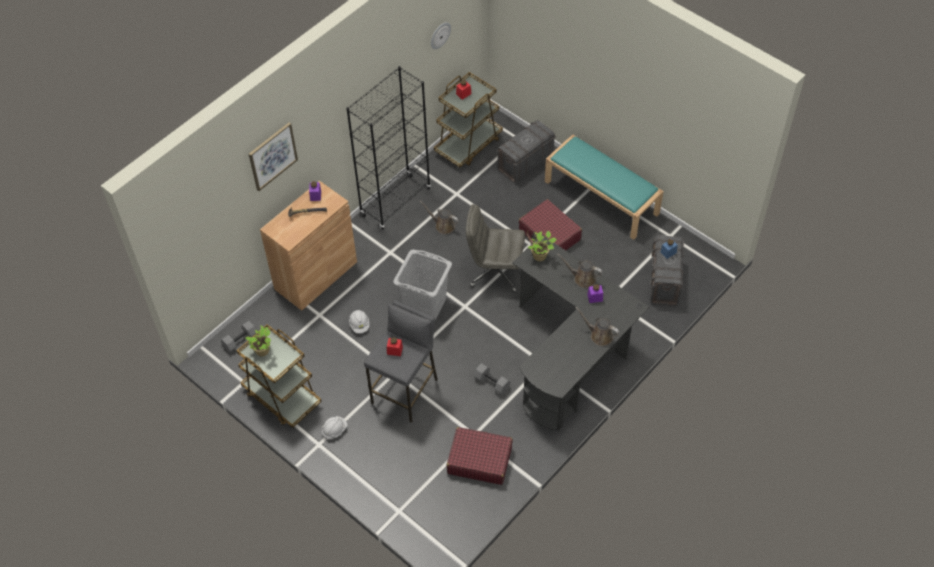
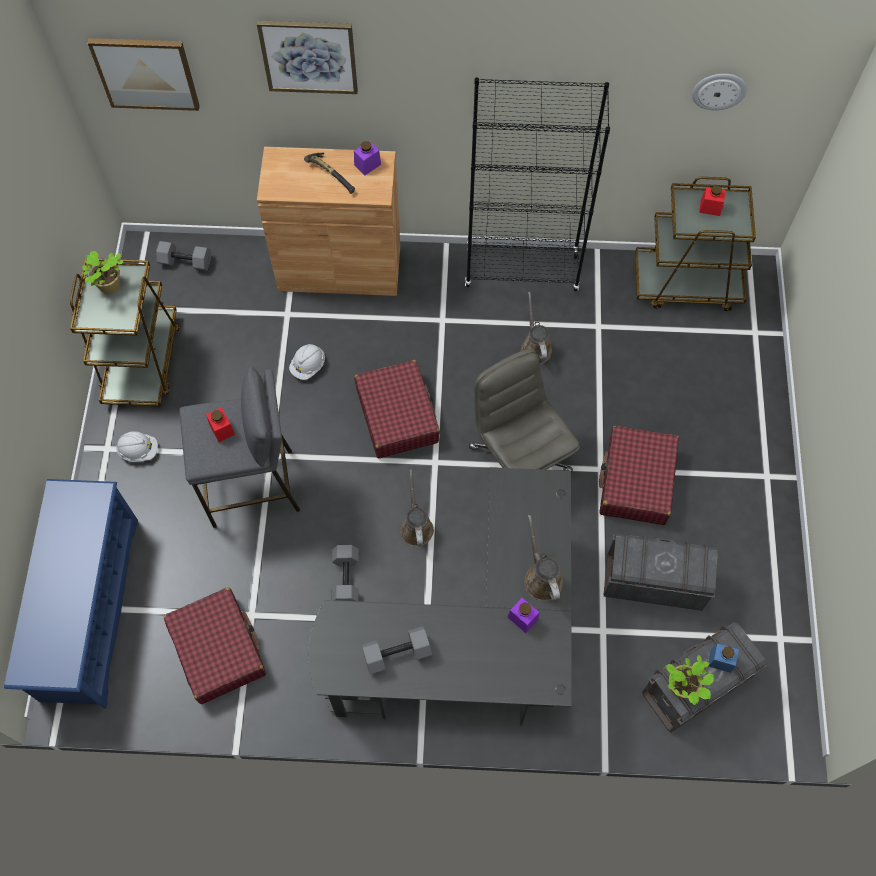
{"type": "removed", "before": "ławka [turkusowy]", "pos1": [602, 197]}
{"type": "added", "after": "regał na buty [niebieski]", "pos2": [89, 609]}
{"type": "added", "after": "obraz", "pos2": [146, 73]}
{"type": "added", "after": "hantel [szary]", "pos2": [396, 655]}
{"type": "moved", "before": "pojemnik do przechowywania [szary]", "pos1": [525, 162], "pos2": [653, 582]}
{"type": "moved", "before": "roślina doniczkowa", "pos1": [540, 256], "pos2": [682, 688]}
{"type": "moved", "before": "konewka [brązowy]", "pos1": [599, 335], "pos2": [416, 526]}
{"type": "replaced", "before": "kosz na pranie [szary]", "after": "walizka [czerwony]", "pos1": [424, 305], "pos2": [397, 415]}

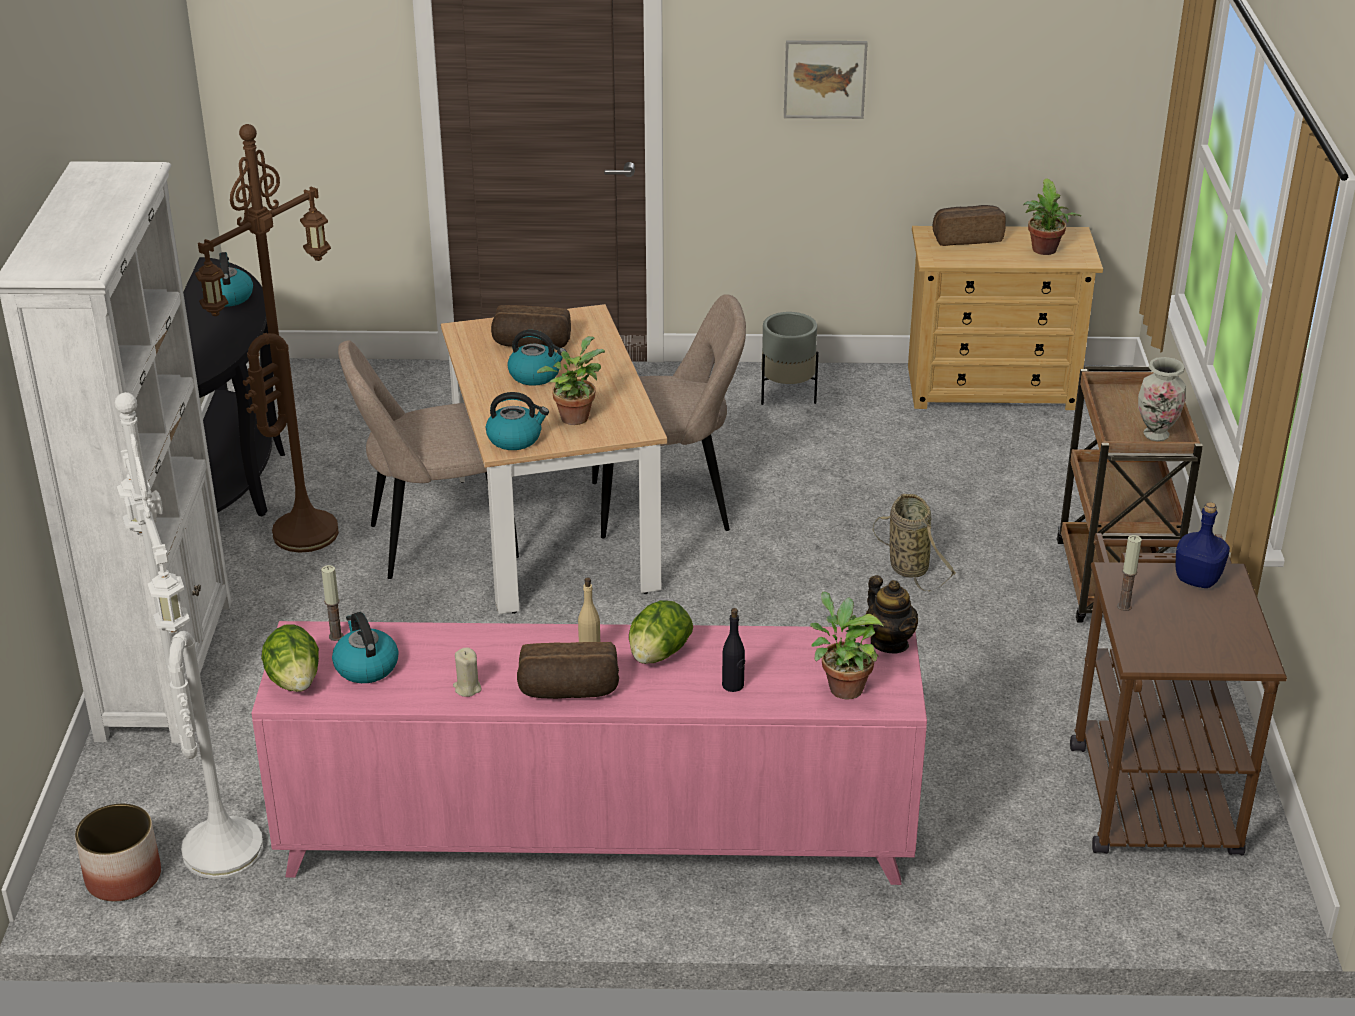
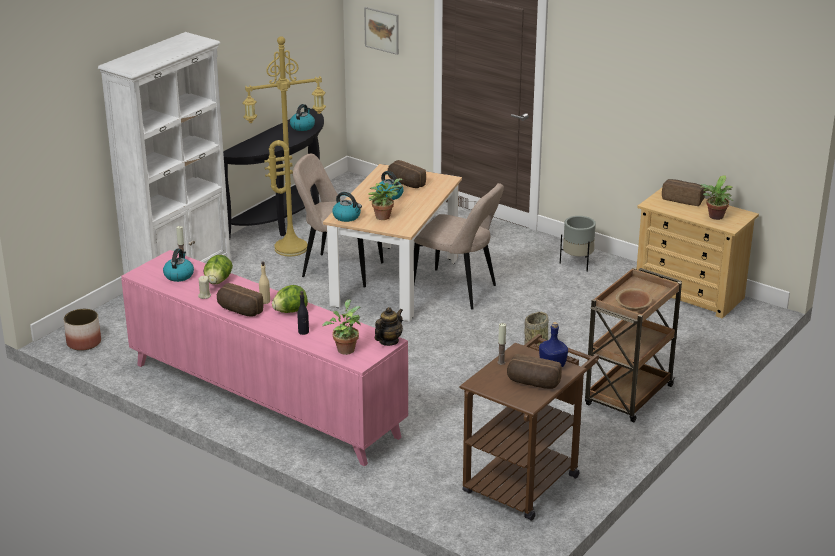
{"type": "removed", "before": "lampa stojąca [biały]", "pos1": [217, 849]}
{"type": "added", "after": "chleb", "pos2": [533, 383]}
{"type": "moved", "before": "sałata", "pos1": [294, 681], "pos2": [218, 281]}
{"type": "moved", "before": "obraz", "pos1": [825, 79], "pos2": [382, 30]}
{"type": "replaced", "before": "wazon", "after": "miska [brązowy]", "pos1": [1156, 435], "pos2": [633, 307]}
{"type": "recoloured", "before": "lampa stojąca [brązowy]", "after": "lampa stojąca [żółty]", "pos1": [304, 531], "pos2": [291, 247]}
{"type": "turned", "before": "imbryk", "pos1": [889, 642], "pos2": [388, 341], "turn": -150}

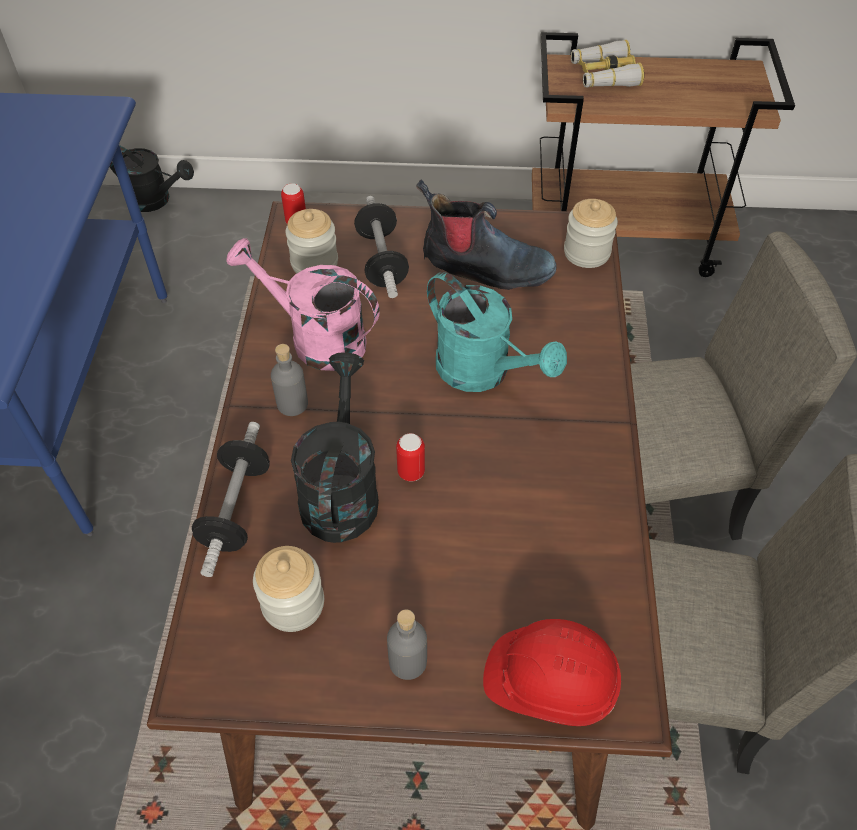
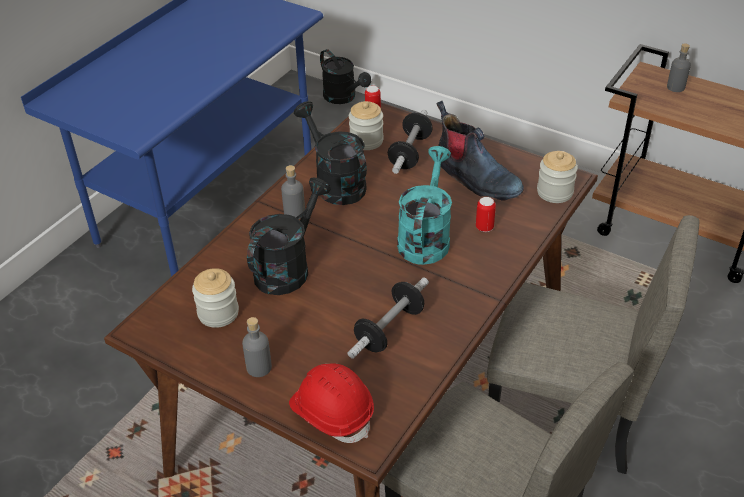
{"type": "moved", "before": "hantel", "pos1": [236, 509], "pos2": [389, 329]}
{"type": "moved", "before": "puszka", "pos1": [411, 472], "pos2": [484, 227]}
{"type": "replaced", "before": "lornetka", "after": "butelka [szary]", "pos1": [604, 75], "pos2": [675, 87]}
{"type": "recoloured", "before": "konewka [różowy]", "after": "konewka [czarny]", "pos1": [316, 339], "pos2": [335, 183]}
{"type": "turned", "before": "konewka [turkusowy]", "pos1": [483, 372], "pos2": [425, 237], "turn": -150}

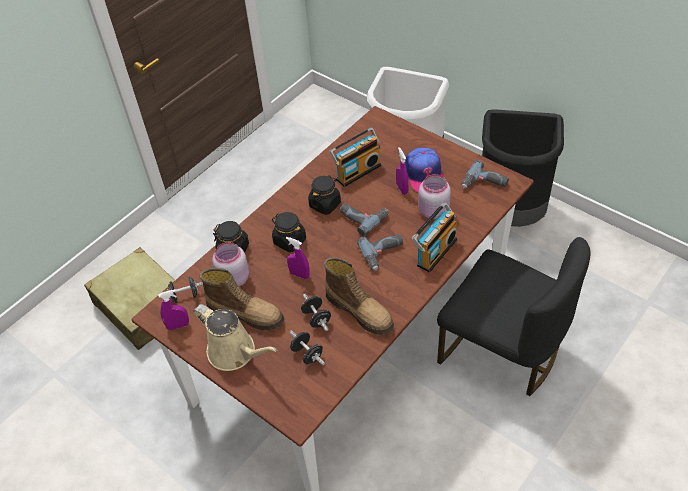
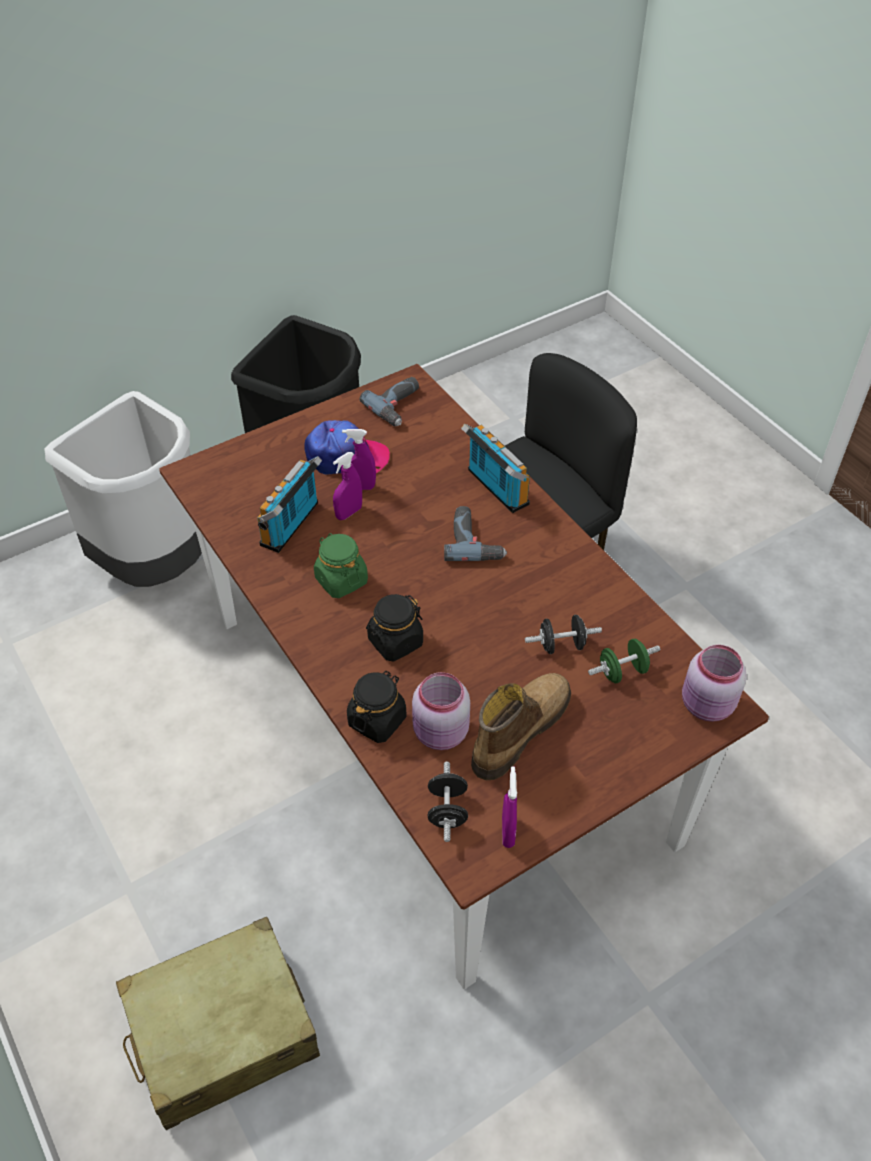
{"type": "removed", "before": "konewka [beżowy]", "pos1": [235, 352]}
{"type": "removed", "before": "but z cholewką", "pos1": [360, 311]}
{"type": "removed", "before": "wiertarka", "pos1": [363, 217]}
{"type": "moved", "before": "spryskiwacz [fioletowy]", "pos1": [299, 274], "pos2": [349, 513]}
{"type": "moved", "before": "słoik [różowy]", "pos1": [432, 211], "pos2": [707, 706]}
{"type": "recoloured", "before": "hantel [czarny]", "after": "hantel [zielony]", "pos1": [307, 354], "pos2": [622, 671]}
{"type": "recoloured", "before": "słoik [czarny]", "after": "słoik [zielony]", "pos1": [325, 204], "pos2": [341, 580]}
{"type": "turned", "before": "radio", "pos1": [357, 171], "pos2": [293, 525], "turn": -135}

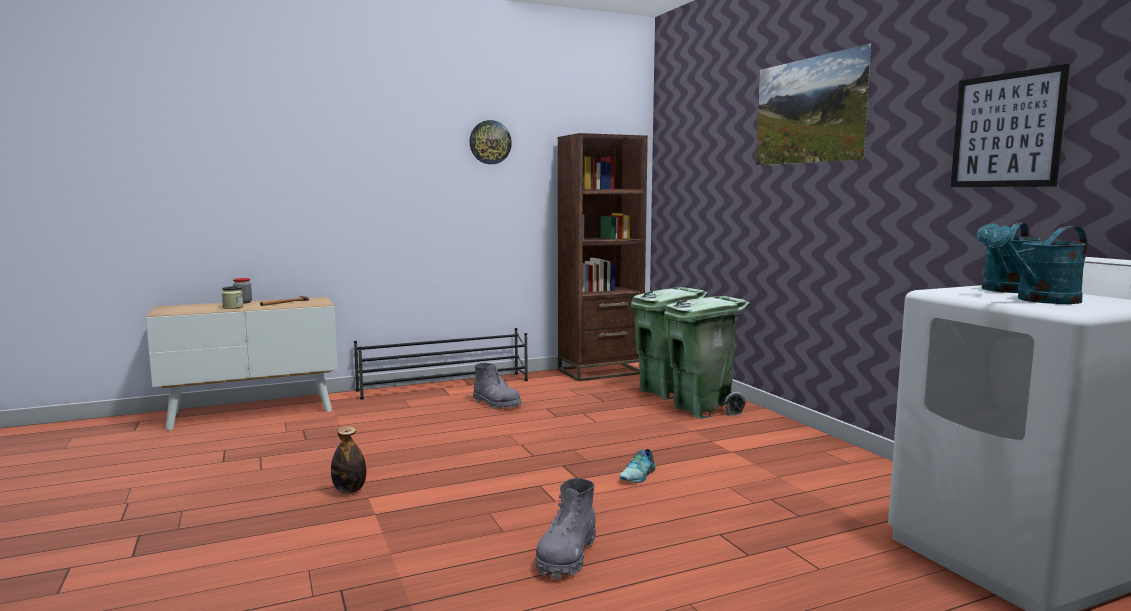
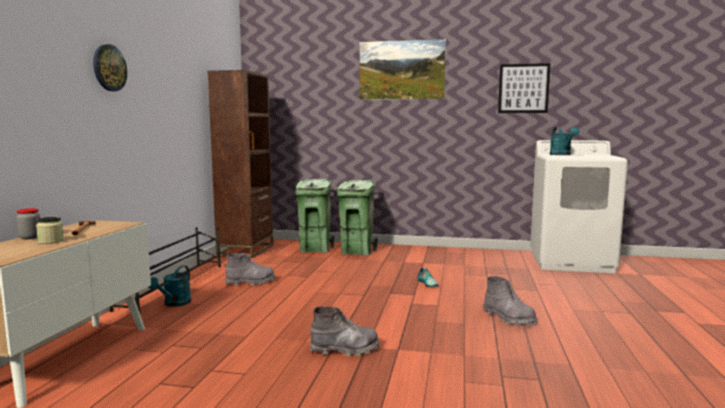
{"type": "moved", "before": "zegar ścienny", "pos1": [490, 142], "pos2": [109, 68]}
{"type": "moved", "before": "konewka [turkusowy]", "pos1": [1040, 300], "pos2": [174, 304]}
{"type": "replaced", "before": "butelka", "after": "but z cholewką [szary]", "pos1": [349, 490], "pos2": [345, 350]}

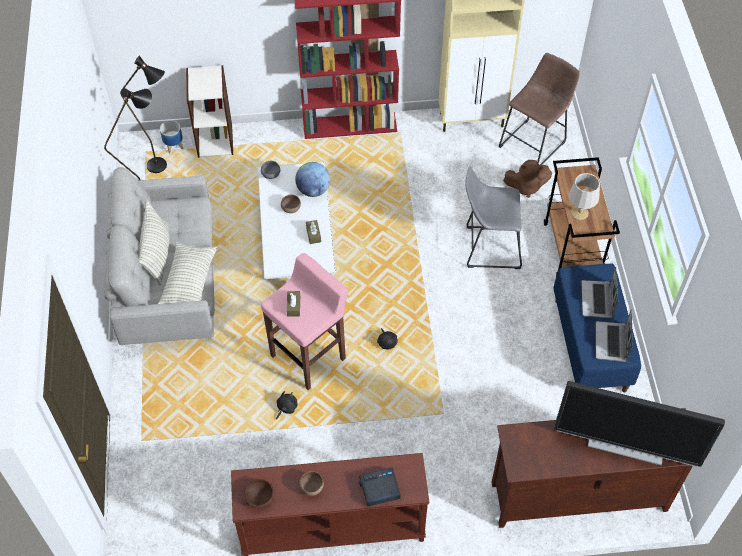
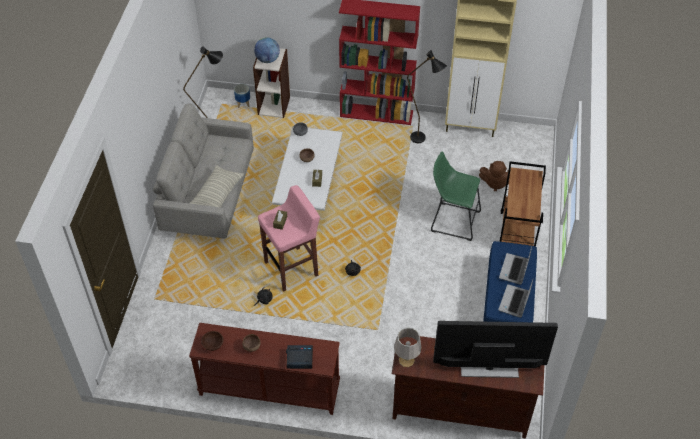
{"type": "removed", "before": "poduszka", "pos1": [157, 254]}
{"type": "removed", "before": "stołek [brązowy]", "pos1": [535, 142]}
{"type": "moved", "before": "lampa stojąca [czarny]", "pos1": [164, 167], "pos2": [422, 140]}
{"type": "moved", "before": "globus", "pos1": [313, 190], "pos2": [267, 59]}
{"type": "moved", "before": "lampa stołowa [szary]", "pos1": [579, 212], "pos2": [406, 360]}
{"type": "recoloured", "before": "stołek [szary]", "after": "stołek [zielony]", "pos1": [488, 247], "pos2": [452, 220]}
{"type": "turned", "before": "telewizor", "pos1": [626, 445], "pos2": [489, 368], "turn": 150}

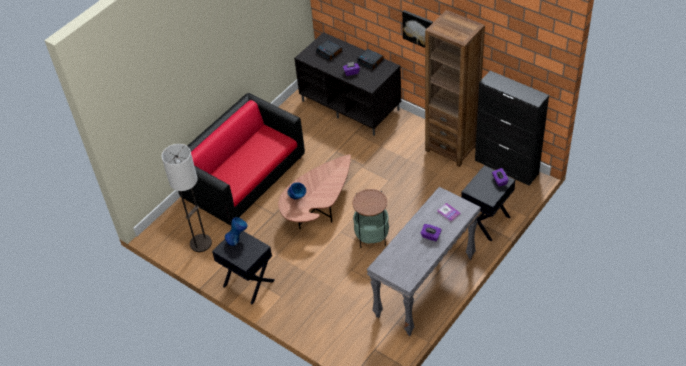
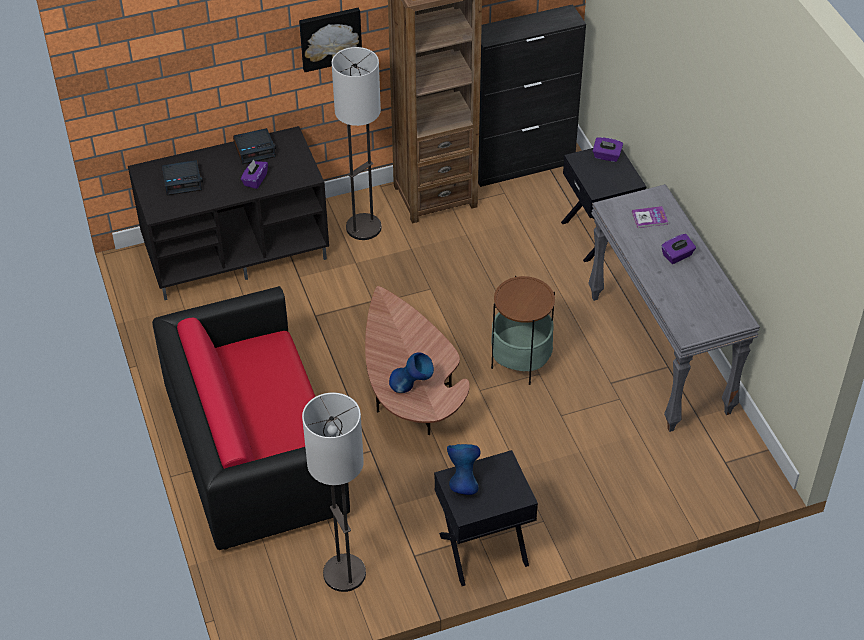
{"type": "added", "after": "lampa stojąca", "pos2": [363, 227]}

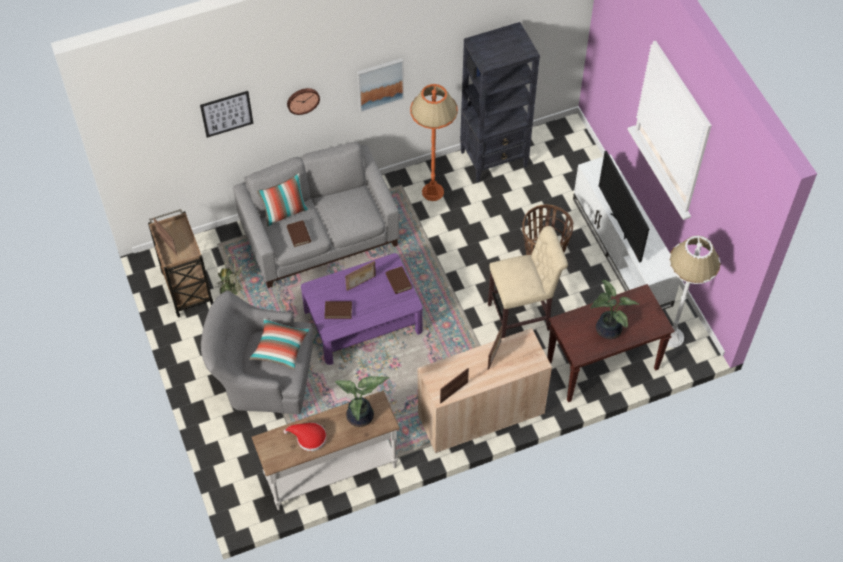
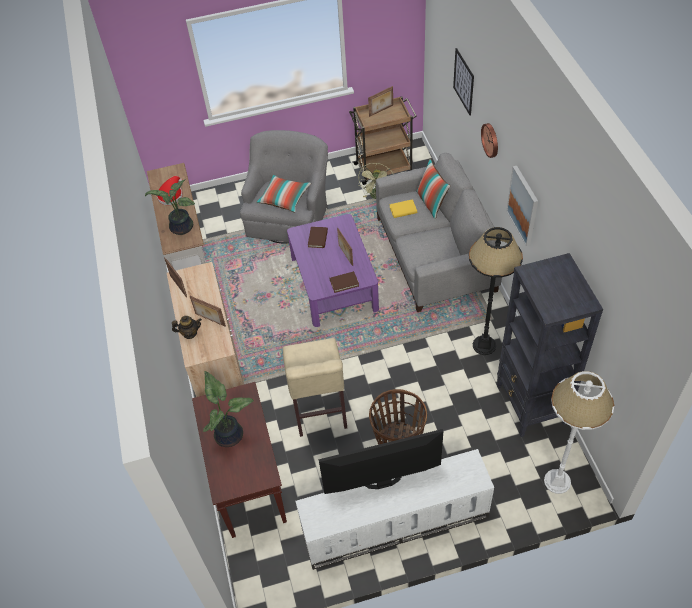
{"type": "added", "after": "imbryk", "pos2": [190, 333]}
{"type": "moved", "before": "lampa stojąca [biały]", "pos1": [672, 337], "pos2": [557, 481]}
{"type": "recoloured", "before": "książka [brązowy]", "after": "książka [żółty]", "pos1": [299, 234], "pos2": [403, 210]}
{"type": "recoloured", "before": "lampa stojąca [pomarańczowy]", "after": "lampa stojąca [czarny]", "pos1": [433, 192], "pos2": [484, 345]}

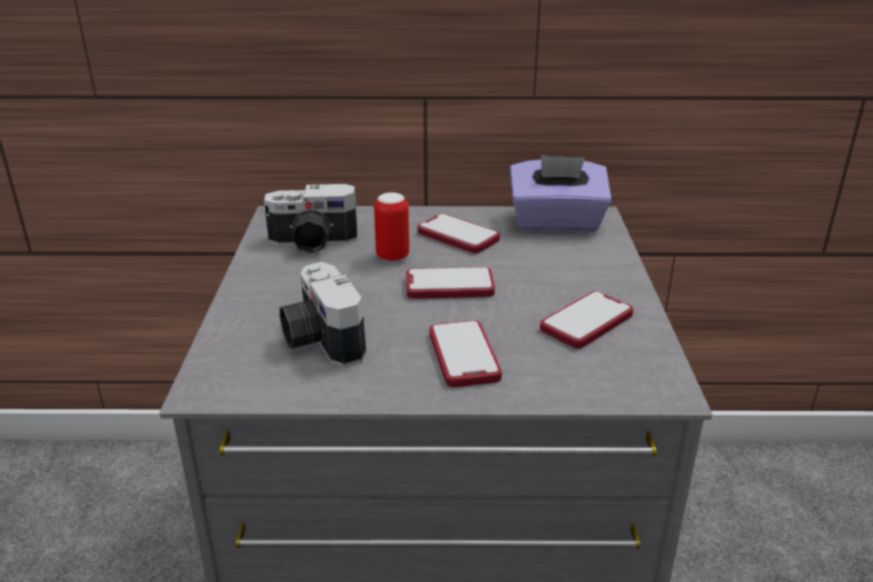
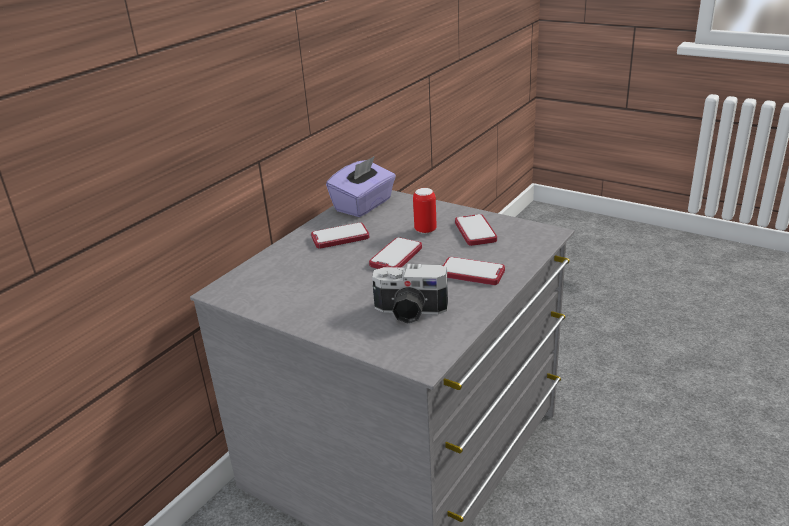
{"type": "removed", "before": "aparat fotograficzny", "pos1": [312, 243]}
{"type": "moved", "before": "puszka", "pos1": [392, 257], "pos2": [425, 230]}

